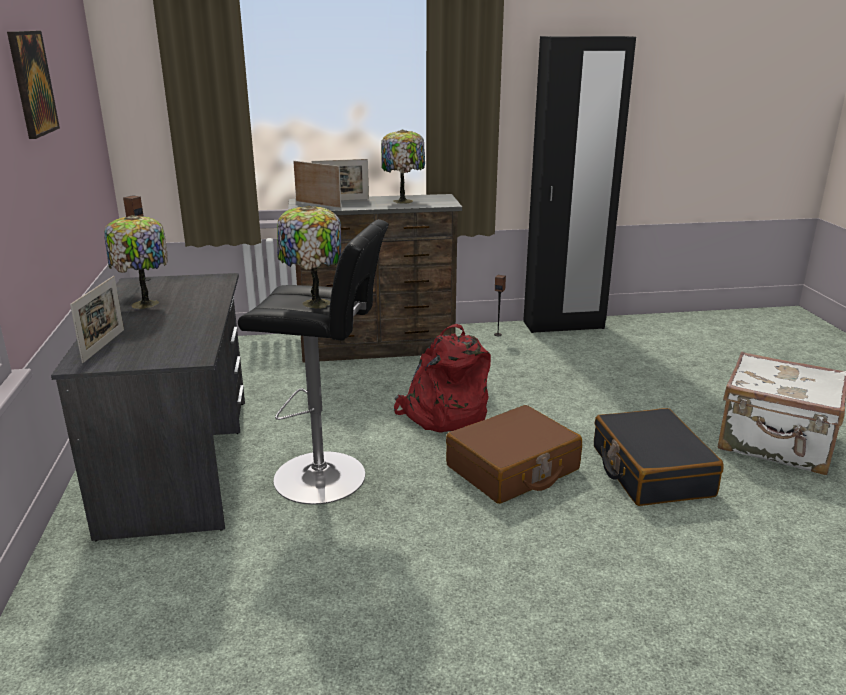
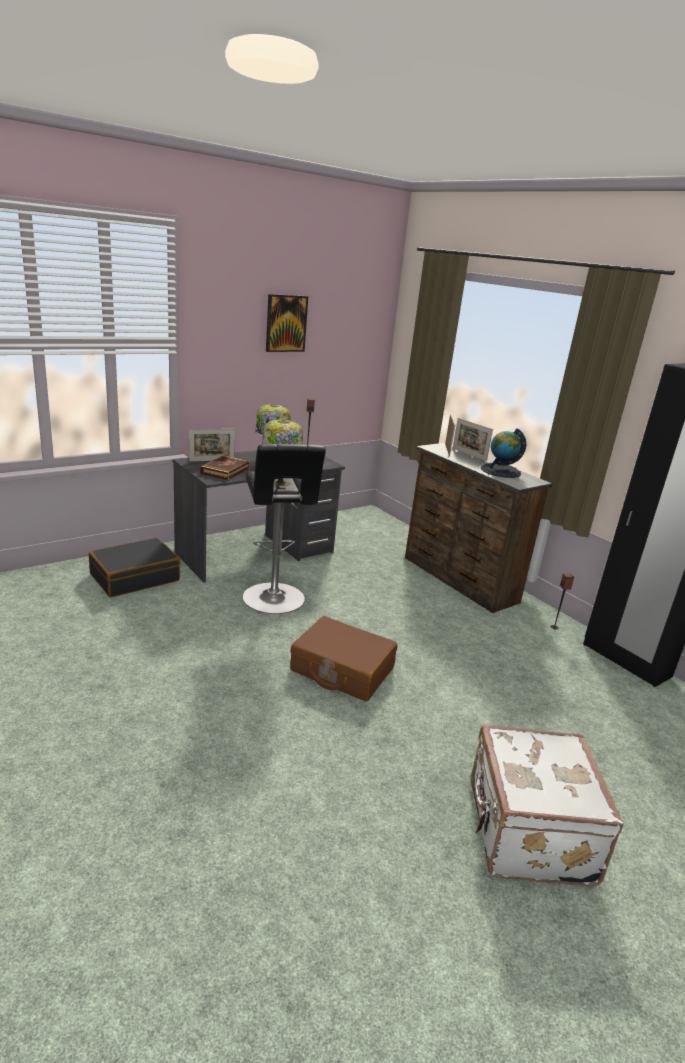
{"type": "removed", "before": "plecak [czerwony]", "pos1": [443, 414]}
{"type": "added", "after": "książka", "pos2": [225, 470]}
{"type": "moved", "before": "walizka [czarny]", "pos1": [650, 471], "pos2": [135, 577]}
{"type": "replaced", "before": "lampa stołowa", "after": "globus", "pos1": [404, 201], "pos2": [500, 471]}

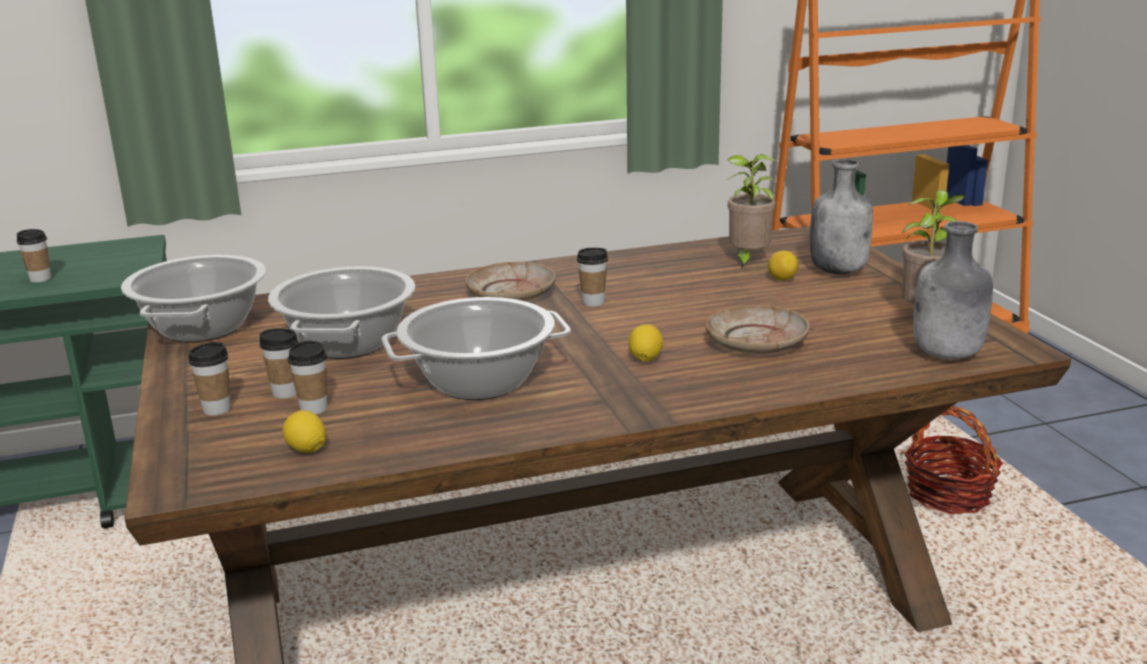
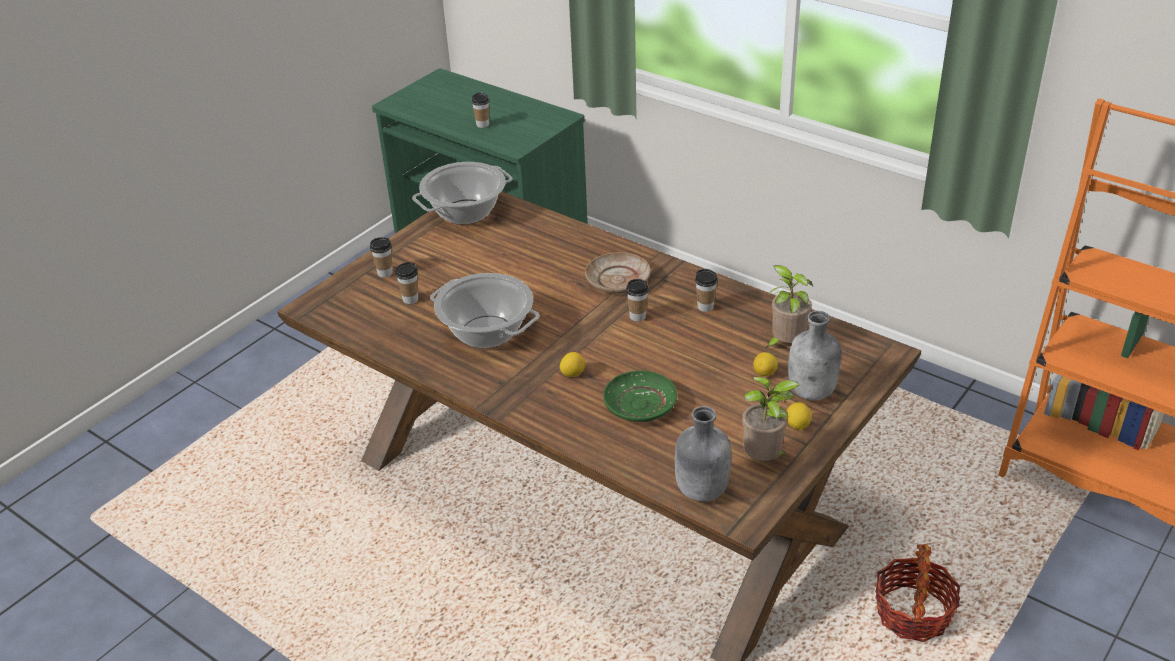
{"type": "removed", "before": "garnek", "pos1": [348, 344]}
{"type": "moved", "before": "filiżanka", "pos1": [285, 393], "pos2": [705, 307]}
{"type": "moved", "before": "cytryna", "pos1": [306, 450], "pos2": [797, 425]}
{"type": "recoloured", "before": "talerz [beżowy]", "after": "talerz [zielony]", "pos1": [757, 342], "pos2": [640, 405]}

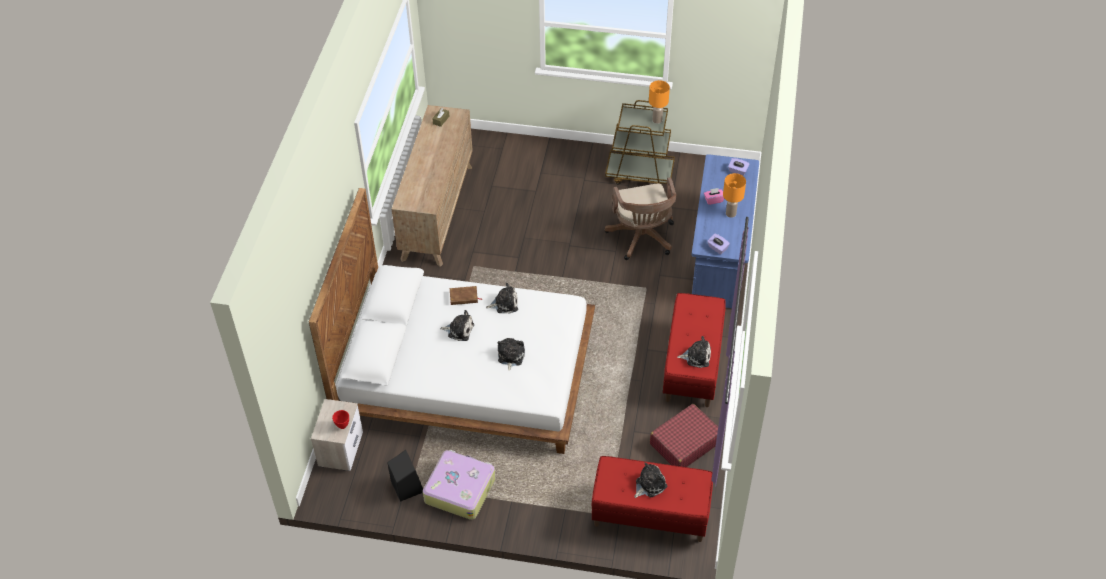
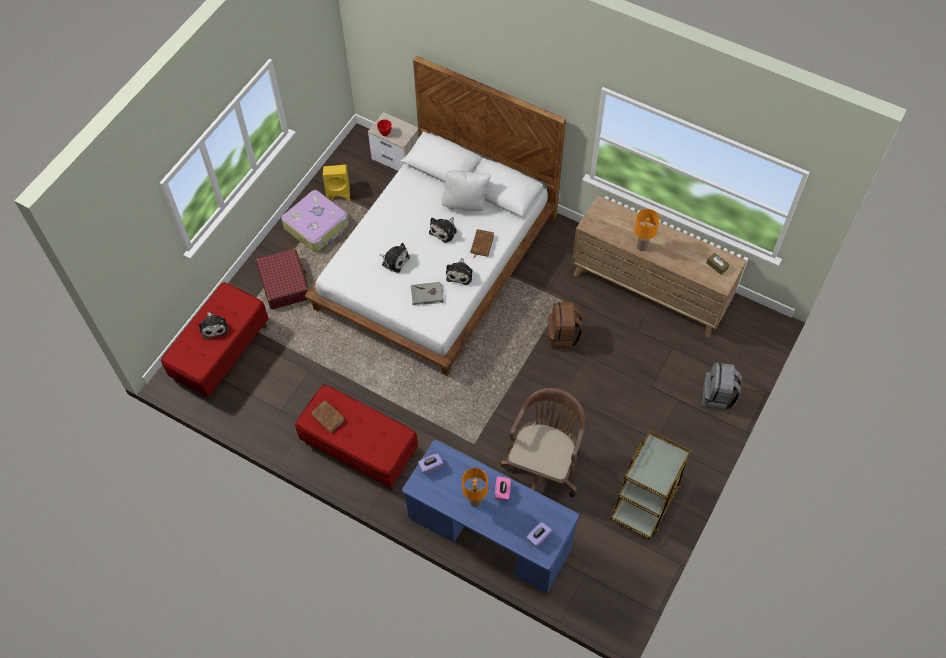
{"type": "added", "after": "książka [szary]", "pos2": [427, 295]}
{"type": "added", "after": "poduszka [biały]", "pos2": [465, 203]}
{"type": "added", "after": "plecak [brązowy]", "pos2": [563, 335]}
{"type": "added", "after": "plecak [szary]", "pos2": [718, 396]}
{"type": "moved", "before": "lampa stołowa [pomarańczowy]", "pos1": [657, 120], "pos2": [641, 246]}
{"type": "moved", "before": "walizka [czerwony]", "pos1": [684, 443], "pos2": [284, 283]}
{"type": "replaced", "before": "pluszak", "after": "książka [brązowy]", "pos1": [696, 356], "pos2": [328, 417]}
{"type": "recoloured", "before": "głośnik [czarny]", "after": "głośnik [żółty]", "pos1": [406, 486], "pos2": [339, 192]}
{"type": "turned", "before": "krzesło biurowe [brązowy]", "pos1": [642, 239], "pos2": [543, 465], "turn": 105}

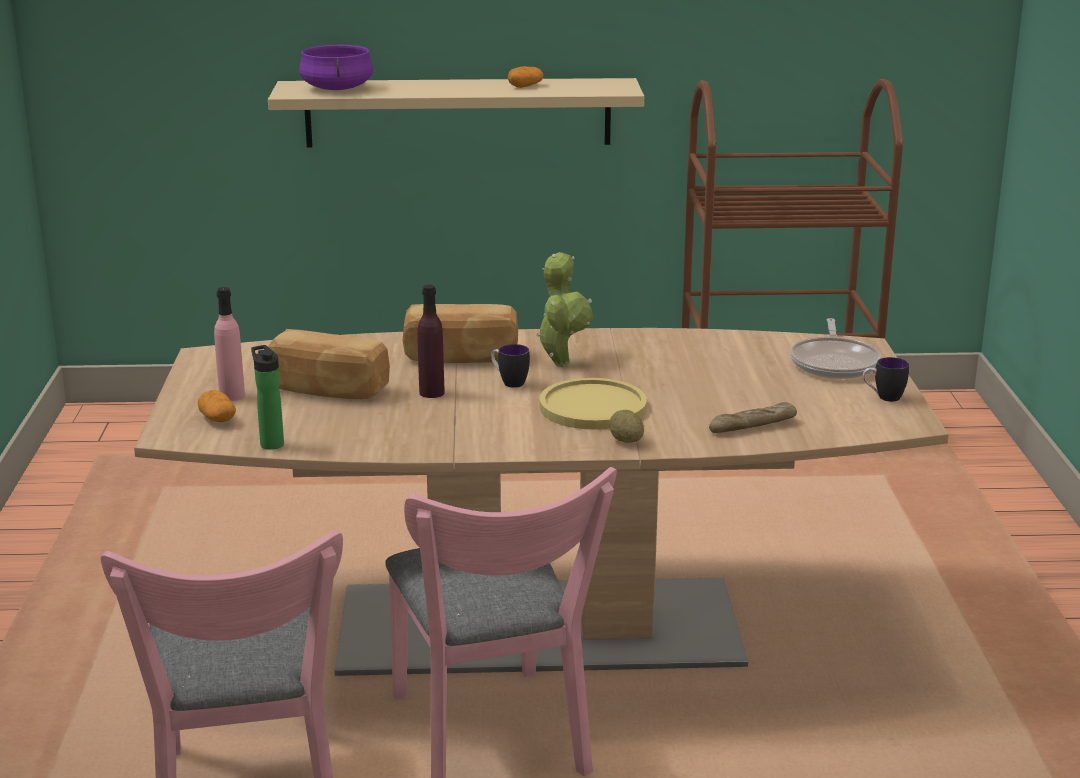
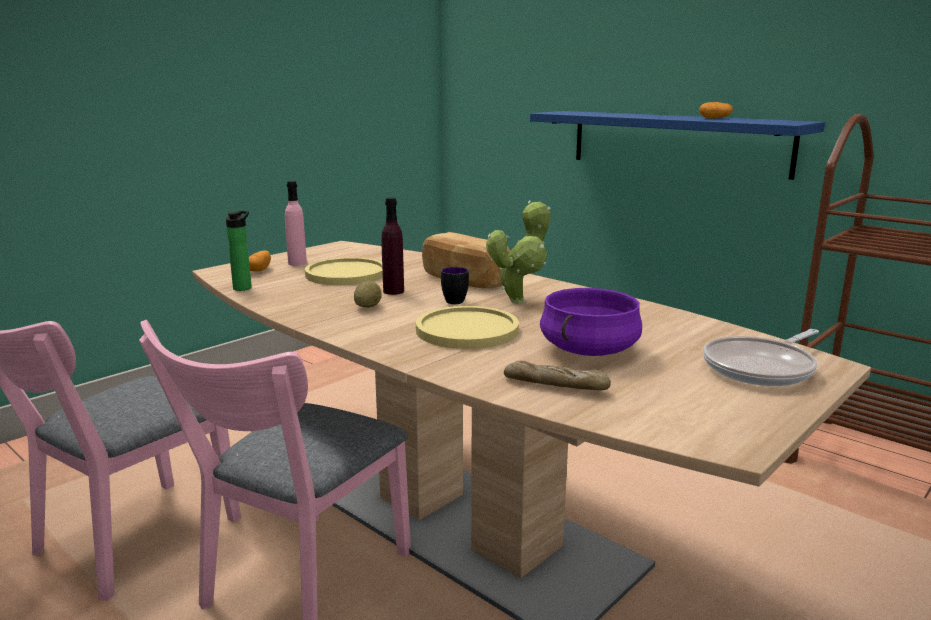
{"type": "removed", "before": "kubek", "pos1": [883, 398]}
{"type": "moved", "before": "garnek [fioletowy]", "pos1": [338, 88], "pos2": [589, 350]}
{"type": "moved", "before": "ziemniak", "pos1": [626, 441], "pos2": [368, 307]}
{"type": "replaced", "before": "chleb", "after": "talerz [żółty]", "pos1": [327, 390], "pos2": [346, 274]}
{"type": "recoloured", "before": "półka [beżowy]", "after": "półka [niebieski]", "pos1": [458, 112], "pos2": [676, 142]}

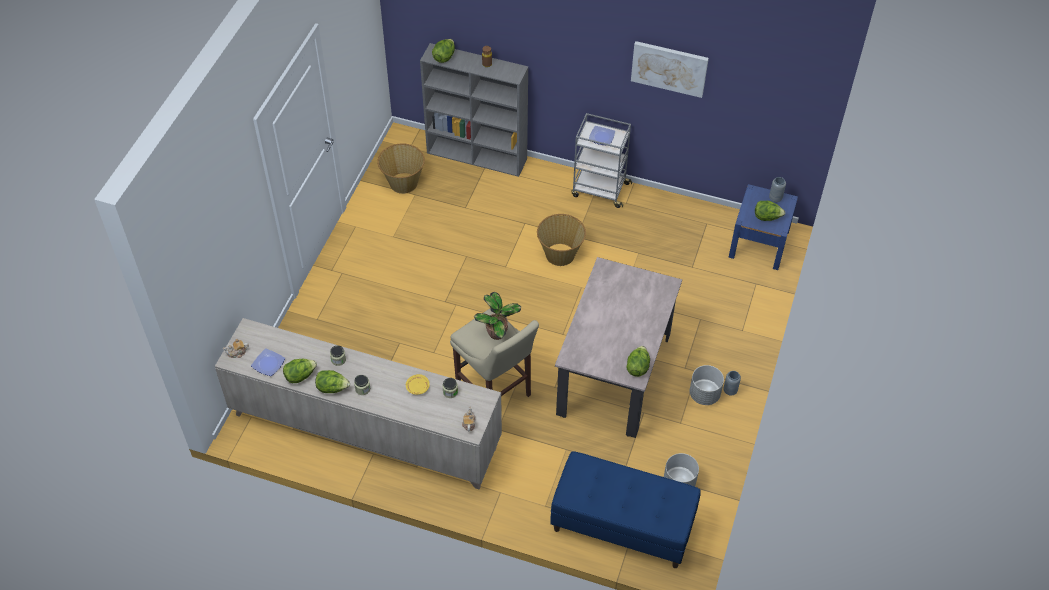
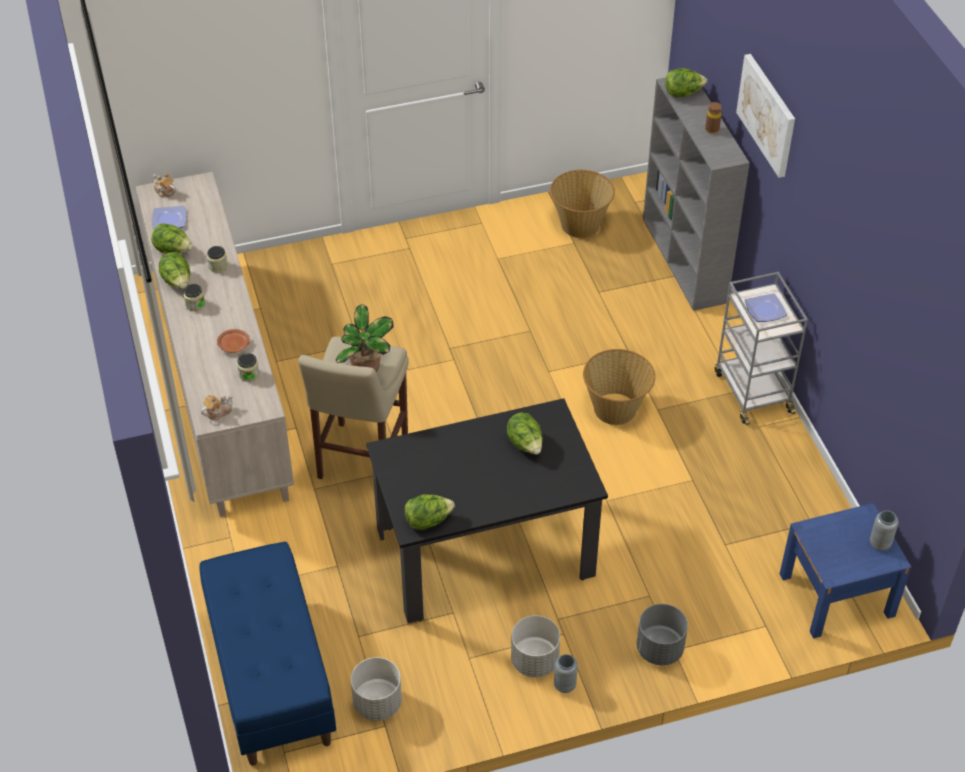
{"type": "added", "after": "donica [szary]", "pos2": [659, 649]}
{"type": "moved", "before": "obraz", "pos1": [669, 68], "pos2": [767, 114]}
{"type": "moved", "before": "sałata", "pos1": [767, 217], "pos2": [525, 444]}
{"type": "recoloured", "before": "talerz [żółty]", "after": "talerz [brązowy]", "pos1": [417, 387], "pos2": [233, 345]}
{"type": "recoloured", "before": "stół jadalny [beżowy]", "after": "stół jadalny [czarny]", "pos1": [614, 374], "pos2": [485, 553]}

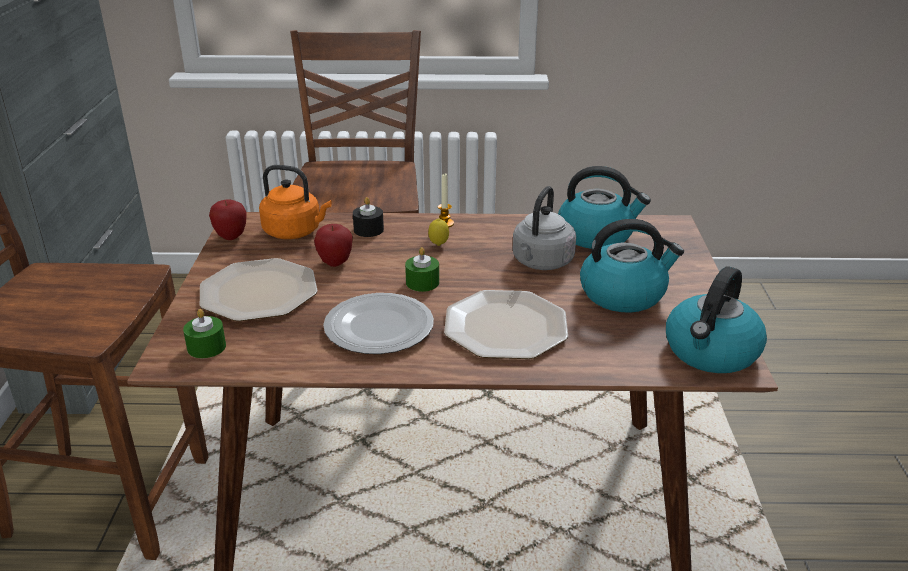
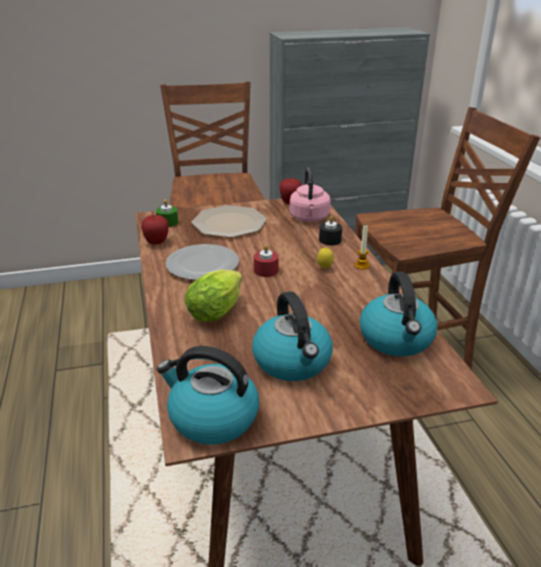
{"type": "removed", "before": "czajnik [szary]", "pos1": [541, 263]}
{"type": "moved", "before": "jabłko", "pos1": [335, 263], "pos2": [156, 242]}
{"type": "replaced", "before": "talerz", "after": "sałata", "pos1": [505, 327], "pos2": [218, 310]}
{"type": "recoloured", "before": "czajnik [pomarańczowy]", "after": "czajnik [różowy]", "pos1": [295, 232], "pos2": [309, 218]}
{"type": "recoloured", "before": "świeca [zielony]", "after": "świeca [czerwony]", "pos1": [422, 282], "pos2": [266, 270]}

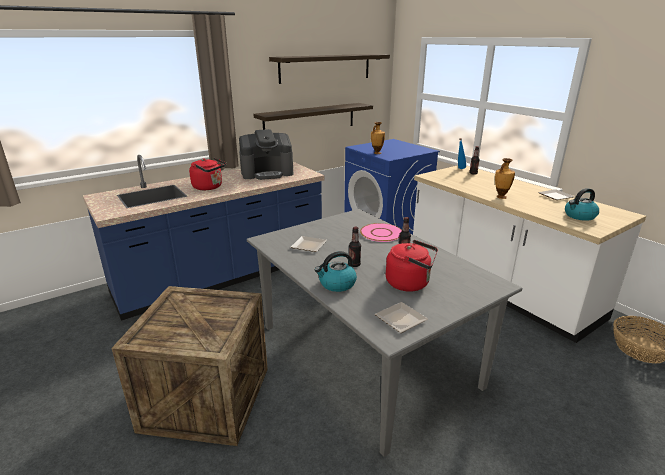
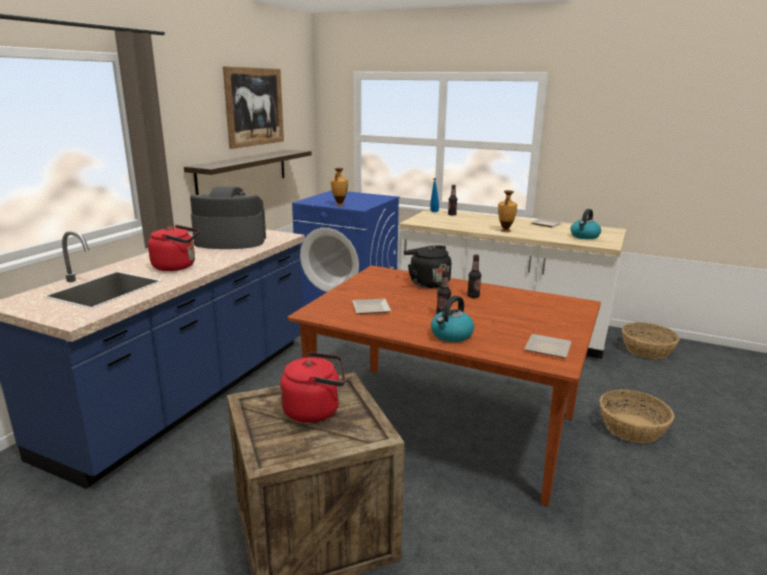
{"type": "added", "after": "koszyk", "pos2": [632, 428]}
{"type": "moved", "before": "czajnik [czerwony]", "pos1": [410, 283], "pos2": [315, 410]}
{"type": "replaced", "before": "półka", "after": "obraz", "pos1": [325, 68], "pos2": [254, 107]}
{"type": "replaced", "before": "talerz [różowy]", "after": "czajnik [czarny]", "pos1": [381, 233], "pos2": [427, 283]}
{"type": "recoloured", "before": "stół jadalny [szary]", "after": "stół jadalny [brązowy]", "pos1": [364, 355], "pos2": [442, 425]}
{"type": "turned", "before": "ekspres do kawy", "pos1": [267, 173], "pos2": [230, 241], "turn": -135}

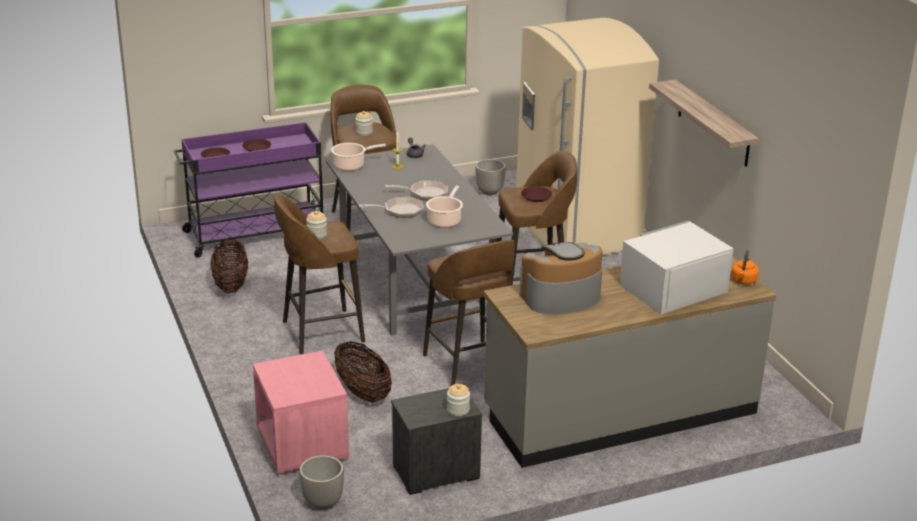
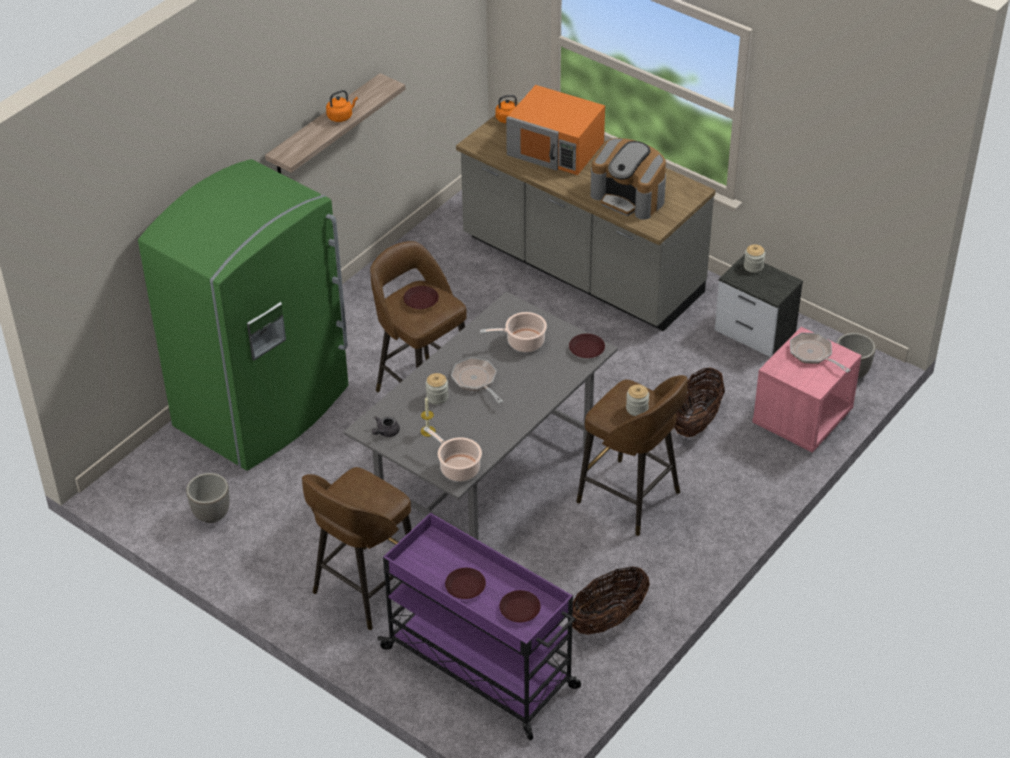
{"type": "removed", "before": "stołek [brązowy]", "pos1": [468, 366]}
{"type": "added", "after": "czajnik [pomarańczowy]", "pos2": [341, 116]}
{"type": "added", "after": "talerz [brązowy]", "pos2": [586, 349]}
{"type": "moved", "before": "słoik", "pos1": [364, 132], "pos2": [437, 397]}
{"type": "moved", "before": "patelnia", "pos1": [400, 211], "pos2": [813, 354]}
{"type": "recoloured", "before": "lodówka [beżowy]", "after": "lodówka [zielony]", "pos1": [574, 230], "pos2": [264, 409]}
{"type": "recoloured", "before": "mikrofalówka [biały]", "after": "mikrofalówka [pomarańczowy]", "pos1": [672, 288], "pos2": [556, 148]}

